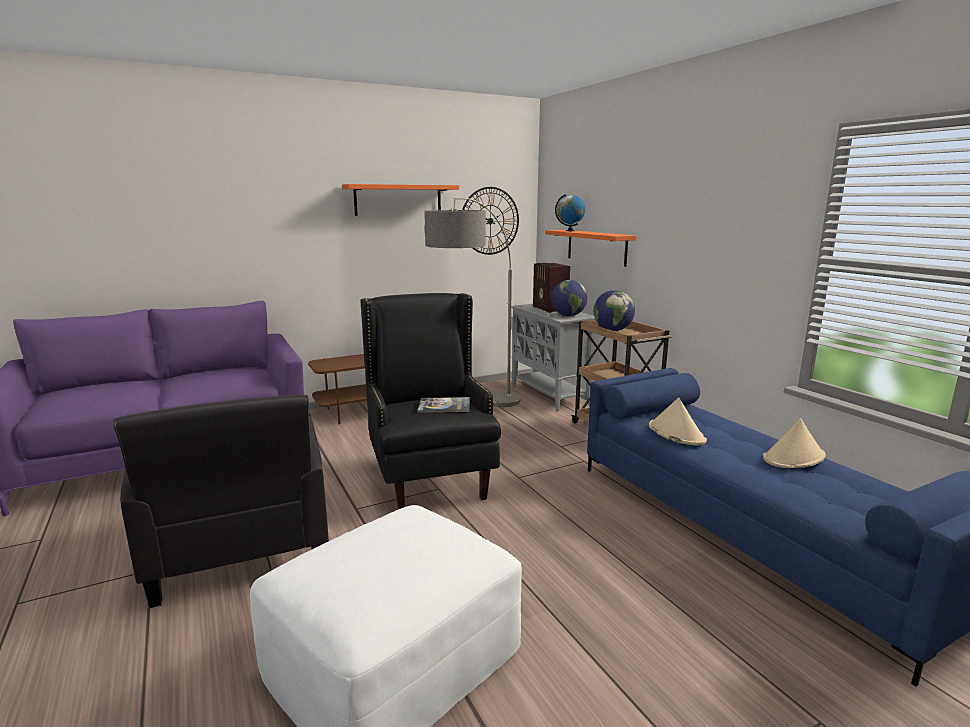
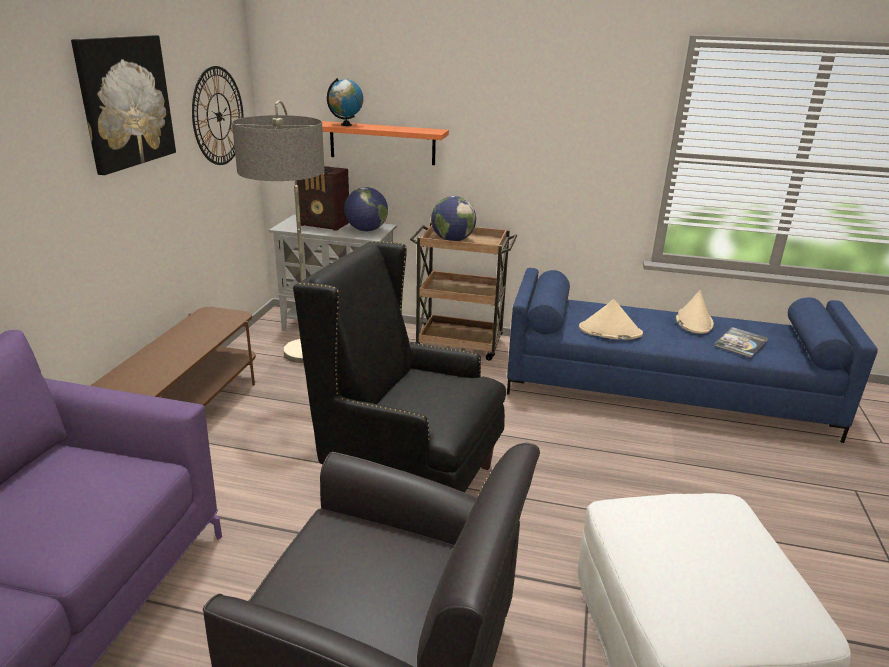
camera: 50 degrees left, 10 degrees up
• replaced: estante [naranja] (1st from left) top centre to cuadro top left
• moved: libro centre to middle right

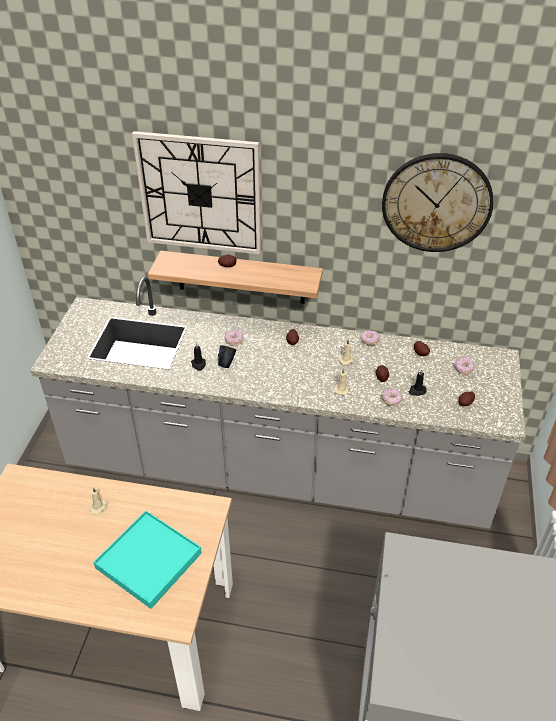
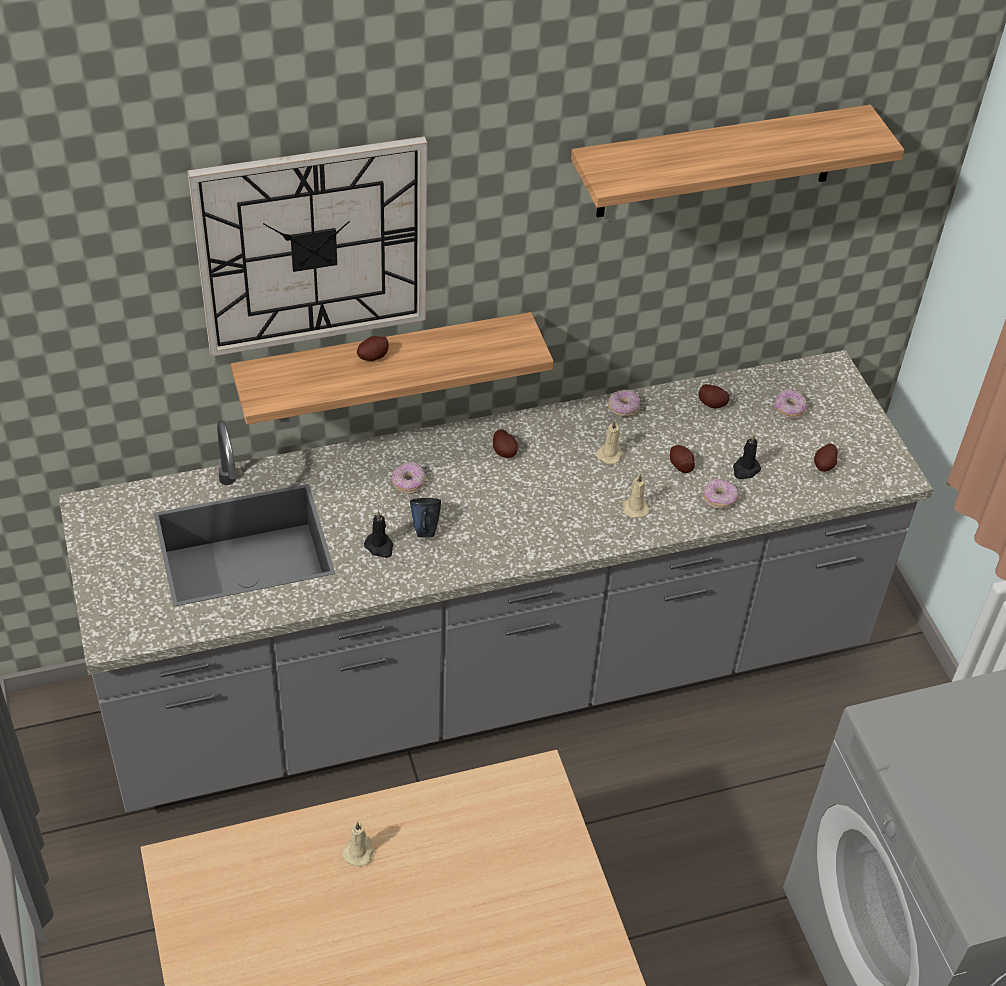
camera: 30 degrees left, 5 degrees up
• replaced: reloj de pared (2nd from left) top right to estante (2nd from left) top right
• removed: bandeja [turquesa] bottom left

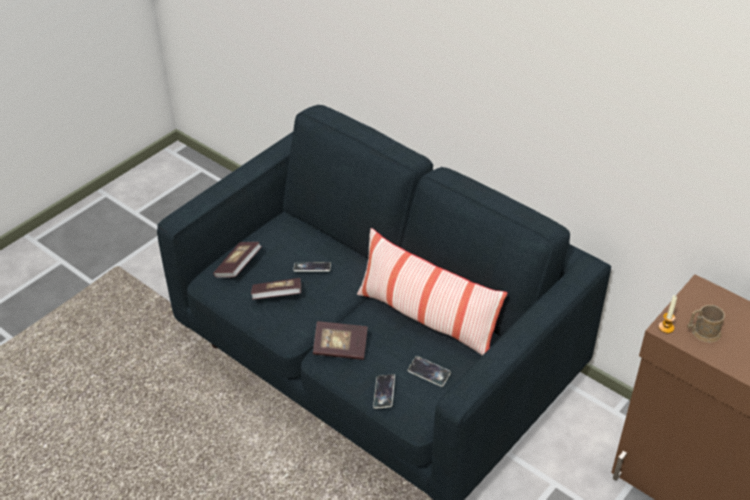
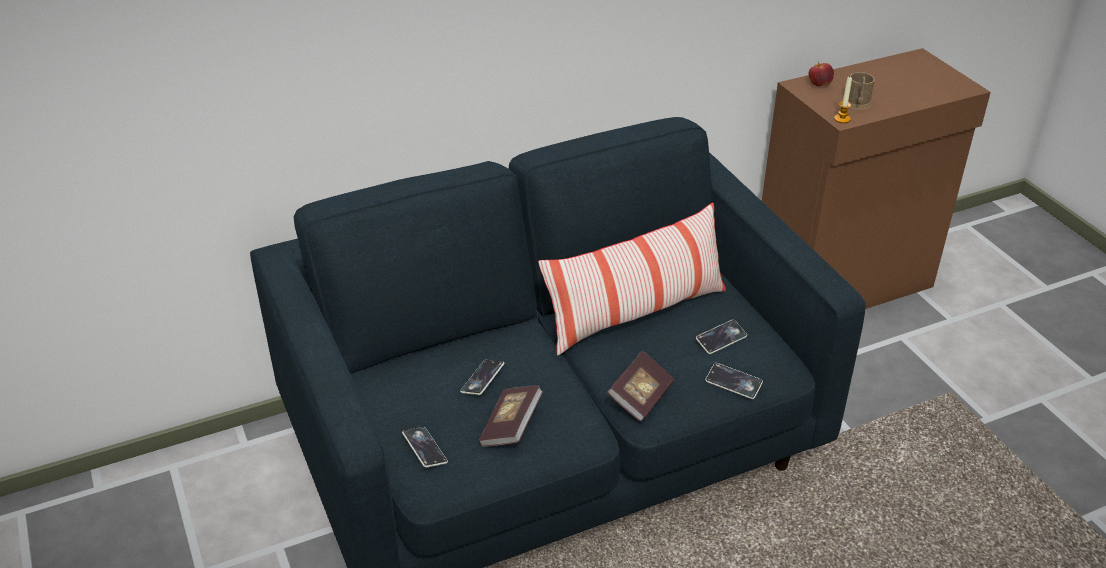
camera: 65 degrees left, 5 degrees down
• replaced: libro (1st from left) middle left to móvil (1st from left) bottom centre
• added: manzana top right

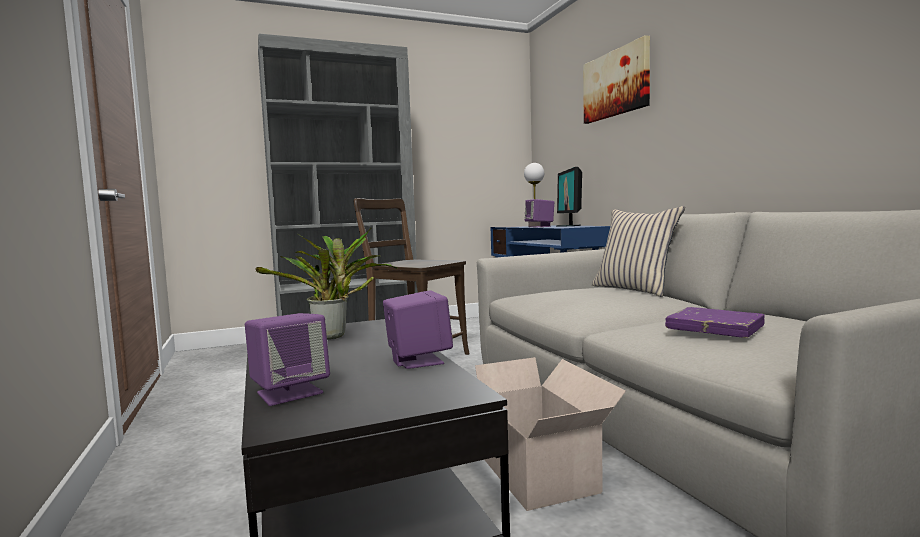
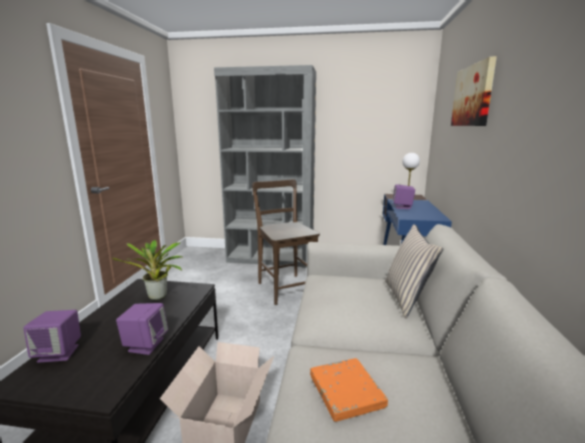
camera: 30 degrees right, 10 degrees up
• removed: monitor centre
• recoloured: libro [morado] middle right to libro [naranja] bottom centre

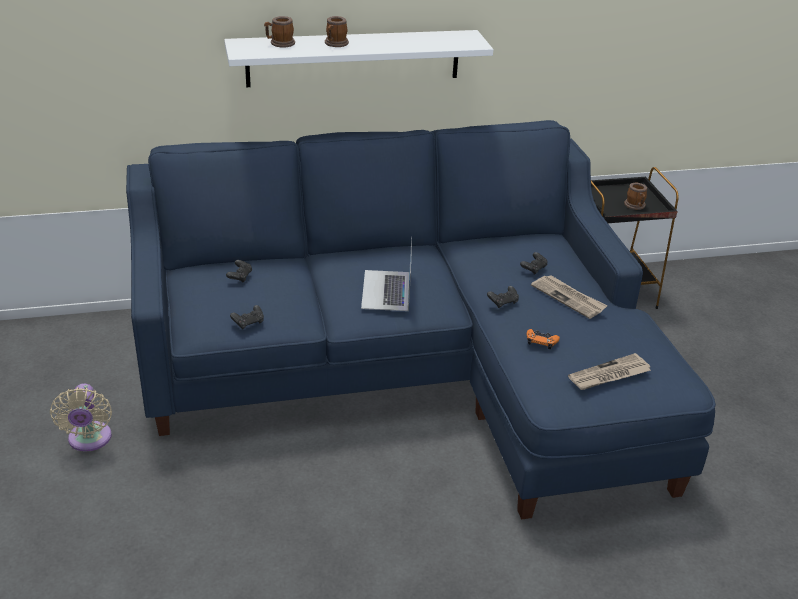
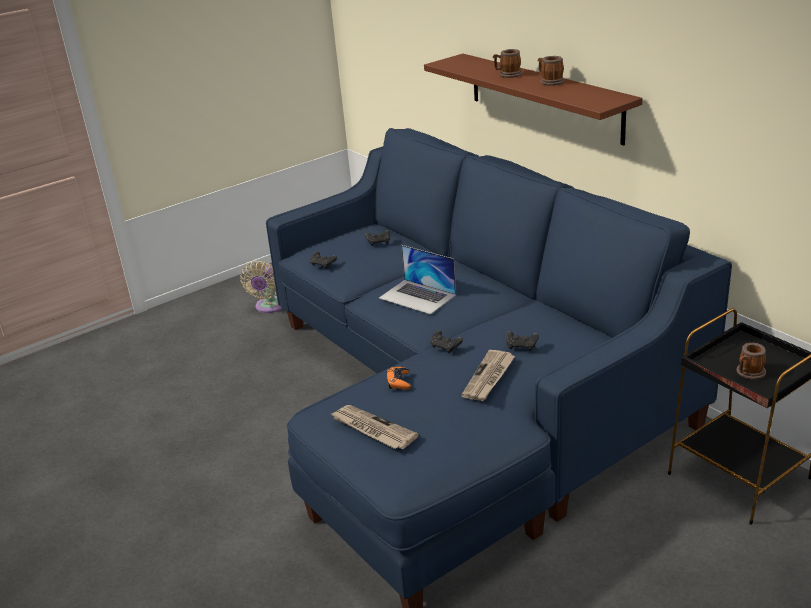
camera: 70 degrees right, 5 degrees down
• moved: taza grande (1st from left in the first image) top centre to taza grande (2nd from left) top right
• recoloured: estante [blanco] top centre to estante [marrón] top centre
• turned: portátil centre = centre 120 degrees counterclockwise
• turned: ventilador [beis] bottom left = middle left 45 degrees counterclockwise

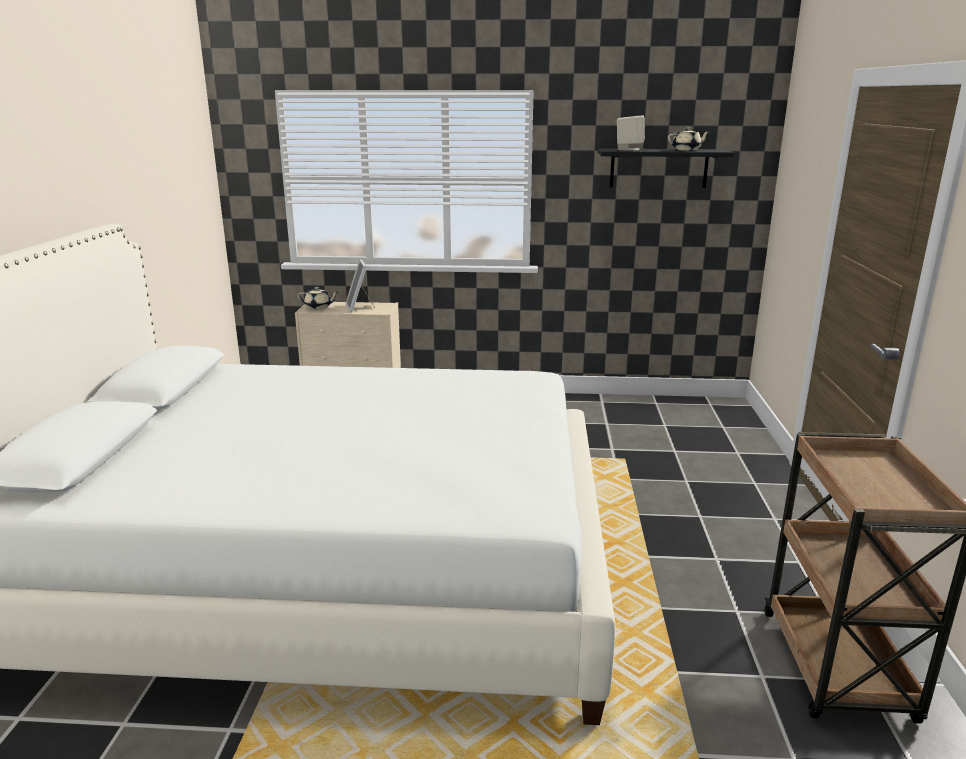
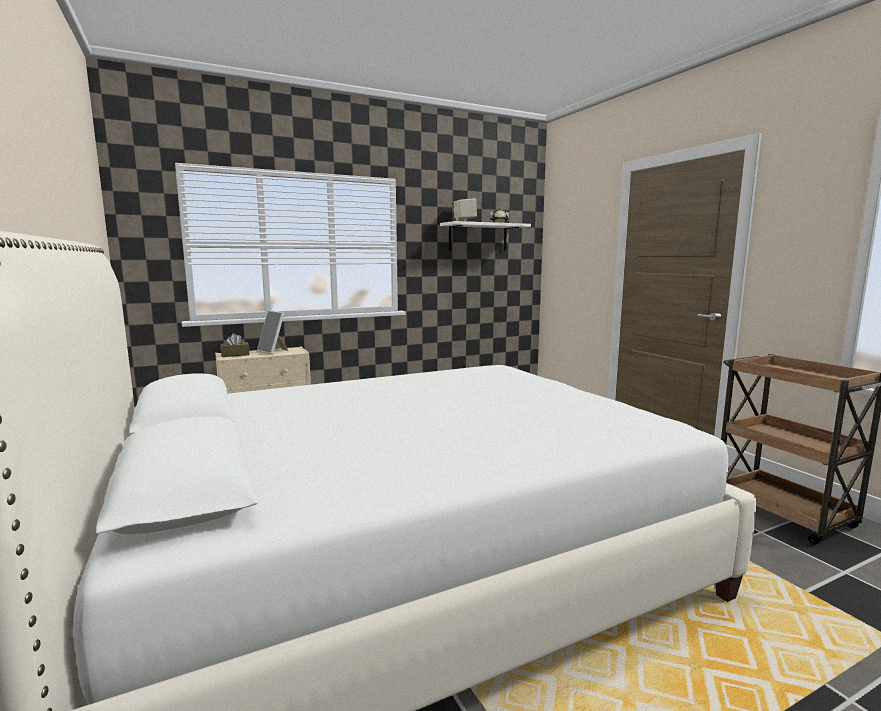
camera: 30 degrees left, 10 degrees down
• recoloured: estante [negro] top right to estante [blanco] top centre
• replaced: tetera [beis] (1st from left) middle left to caja de pañuelos [marrón] middle left

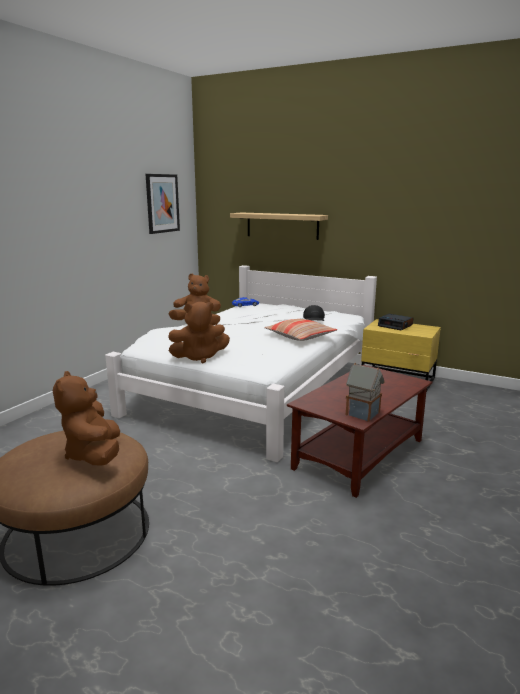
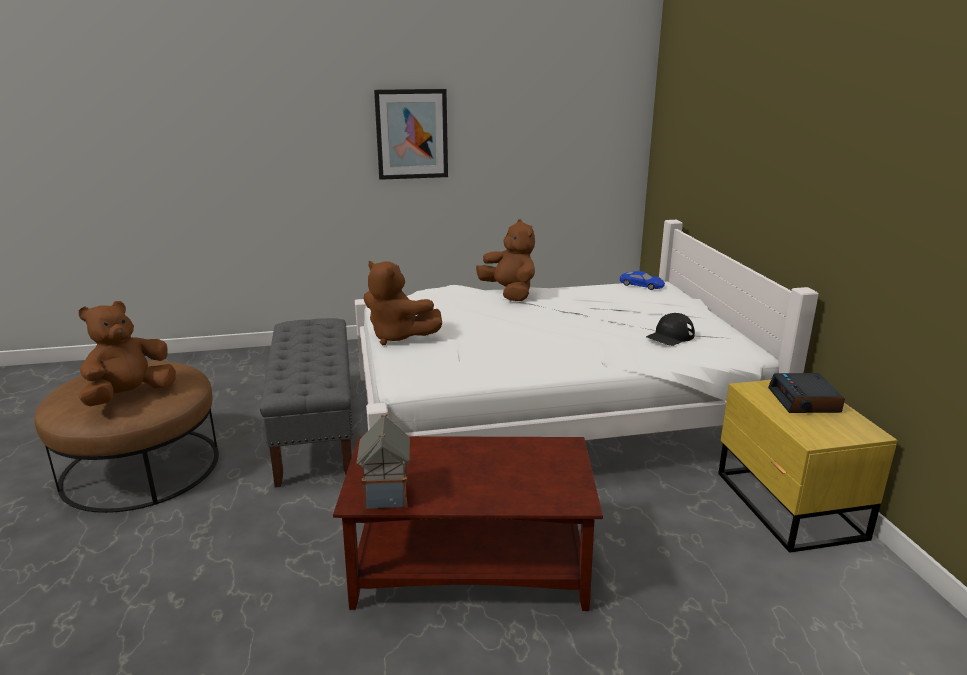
camera: 50 degrees right, 5 degrees up
• moved: cuadro top left to top centre
• removed: estante top centre
• removed: cojín centre
• added: banco [gris] middle left

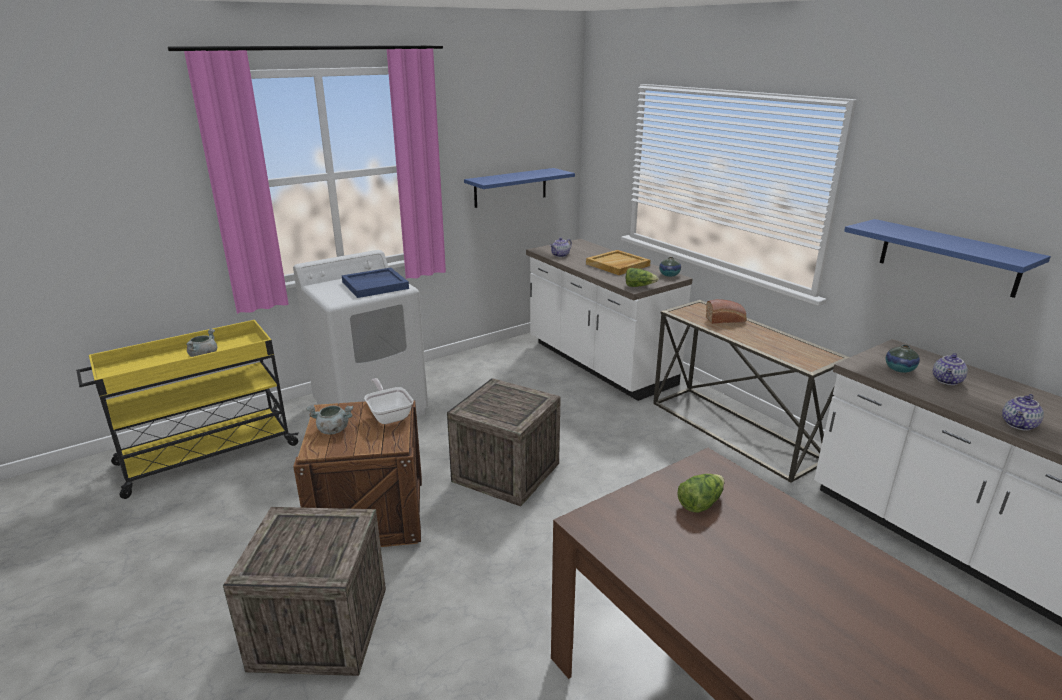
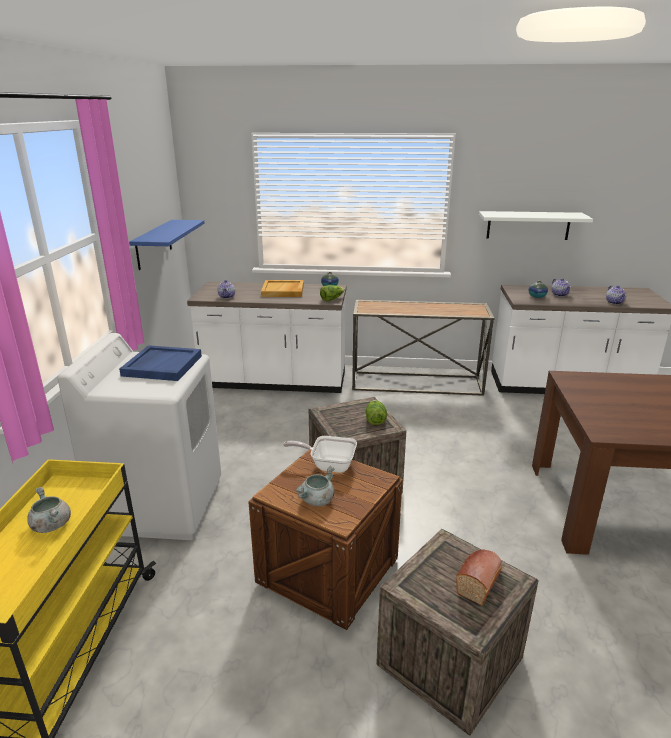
camera: 50 degrees left, 0 degrees up
• recoloured: estante [azul] (2nd from left) middle right to estante [blanco] top right
• moved: pan middle right to bottom right
• moved: lechuga (2nd from left) bottom centre to centre

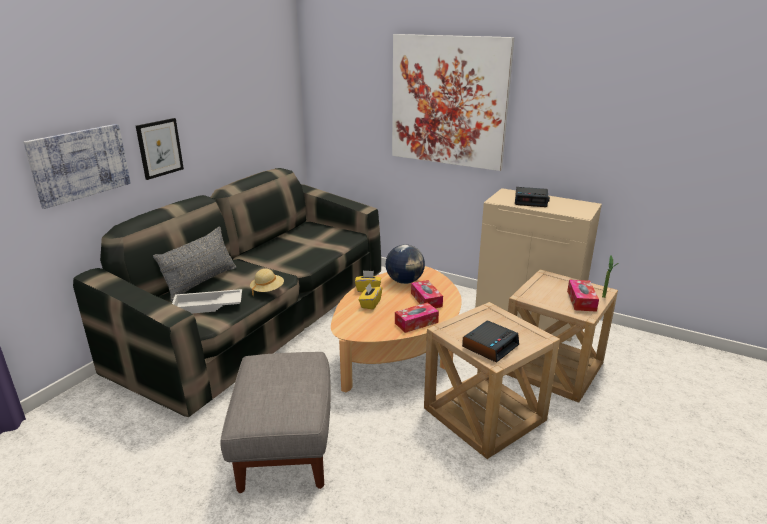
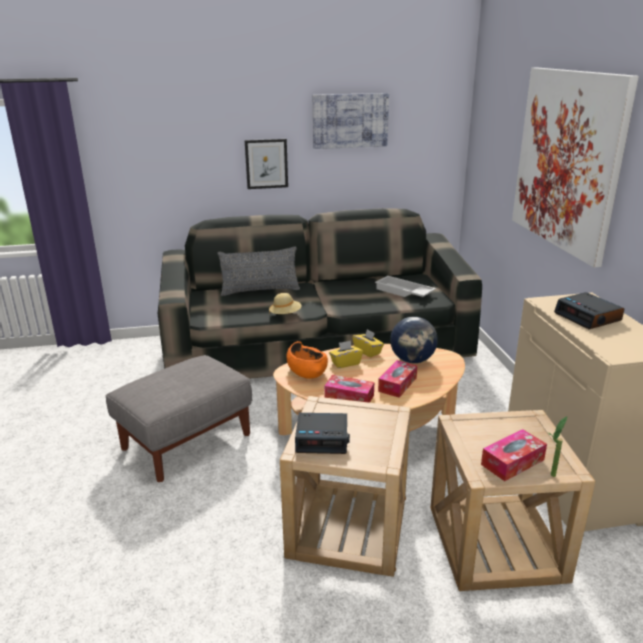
camera: 50 degrees right, 0 degrees up
• moved: cuadro (1st from left in the first image) top left to cuadro (2nd from left) top centre
• moved: bandeja [blanco] middle left to centre
• added: cuenco [naranja] centre

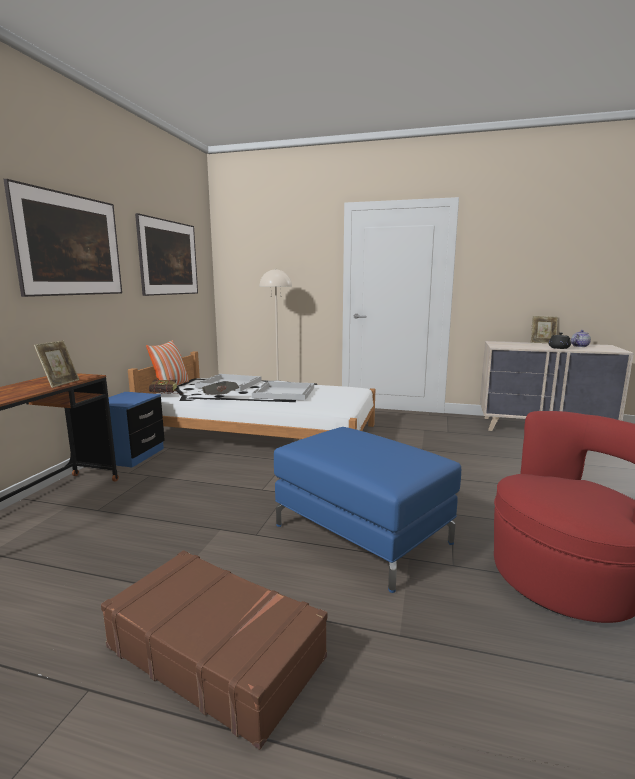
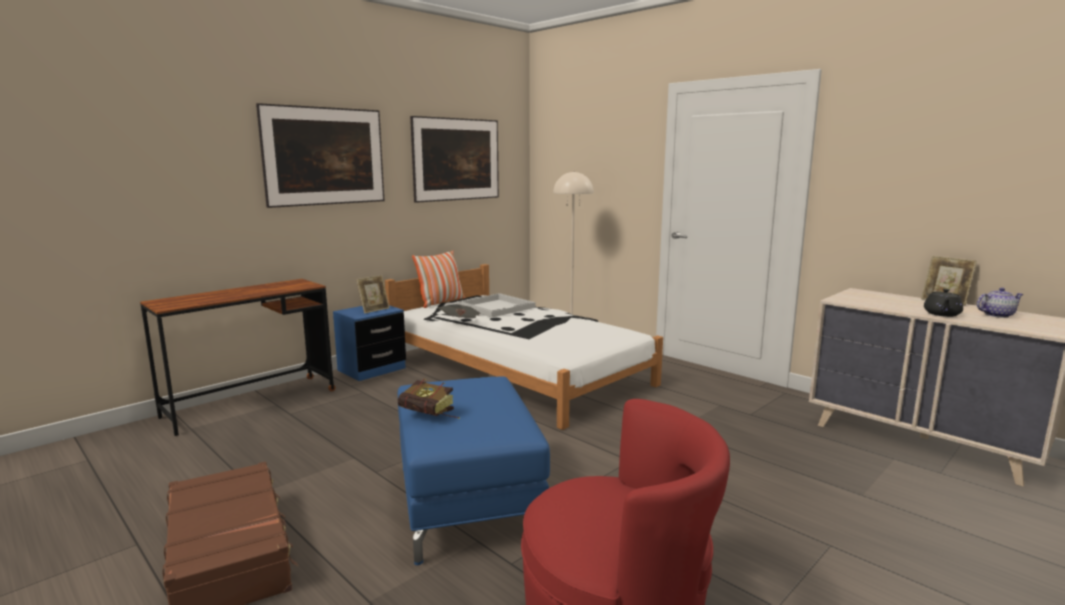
camera: 30 degrees right, 0 degrees up
• moved: portarretratos (1st from left) middle left to centre
• moved: libro middle left to centre
• removed: bandeja [blanco] (2nd from left) centre

